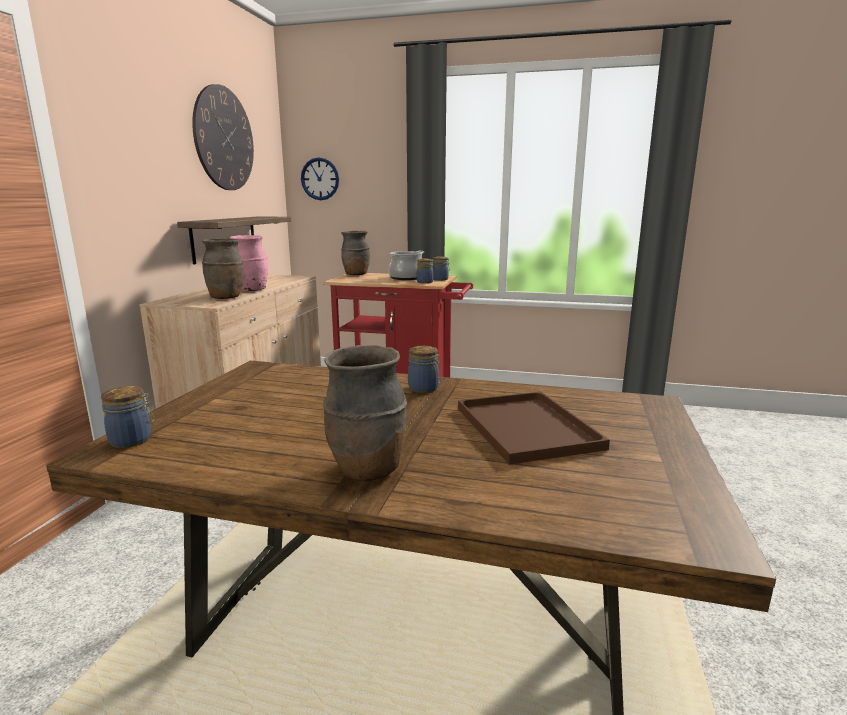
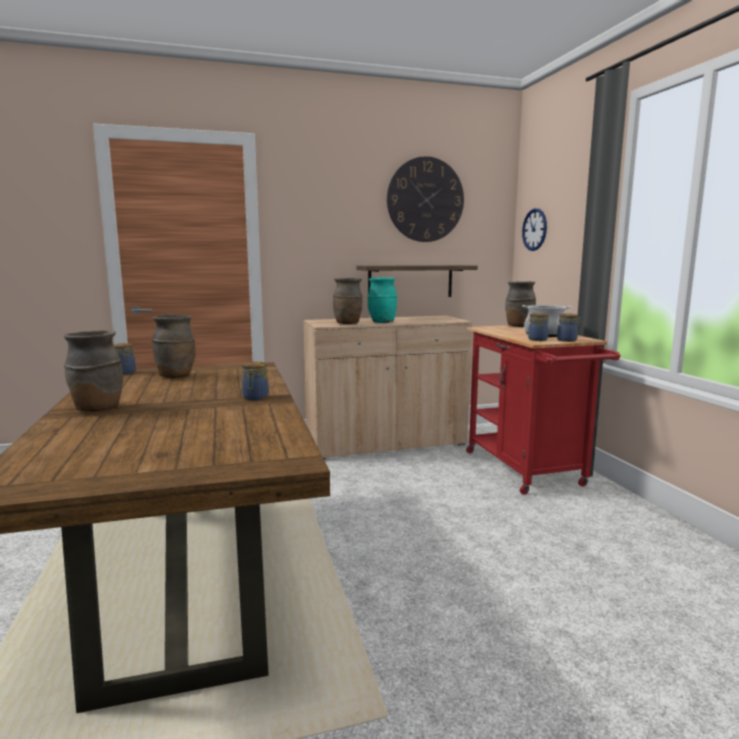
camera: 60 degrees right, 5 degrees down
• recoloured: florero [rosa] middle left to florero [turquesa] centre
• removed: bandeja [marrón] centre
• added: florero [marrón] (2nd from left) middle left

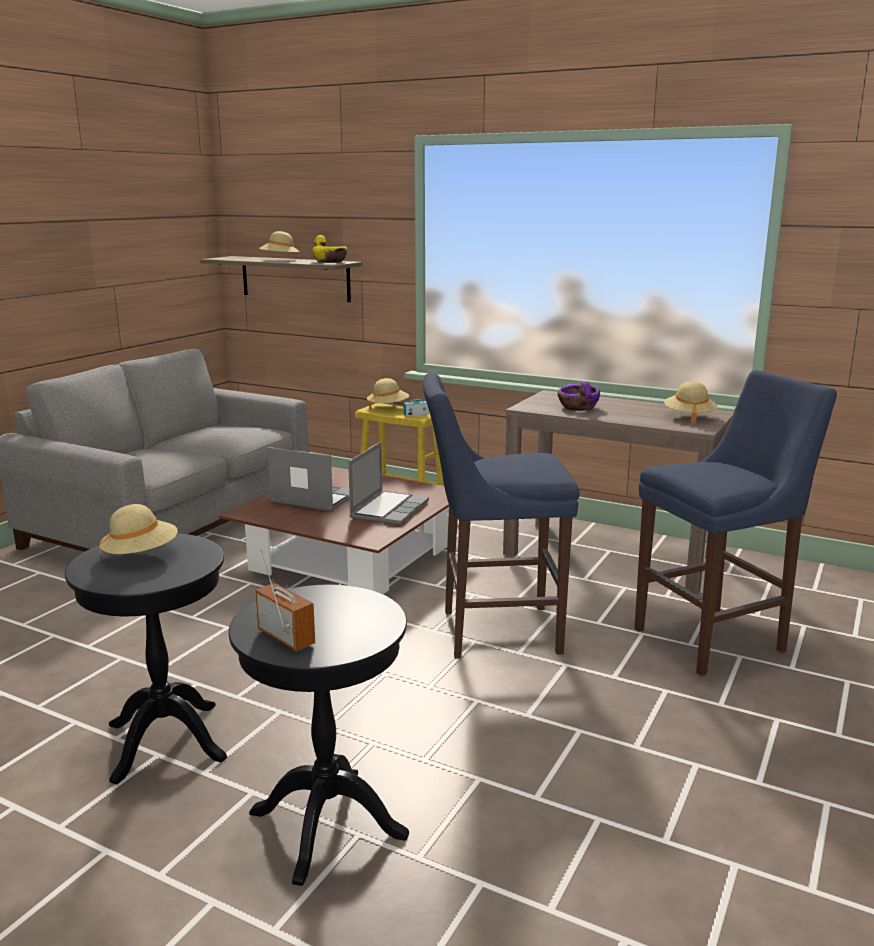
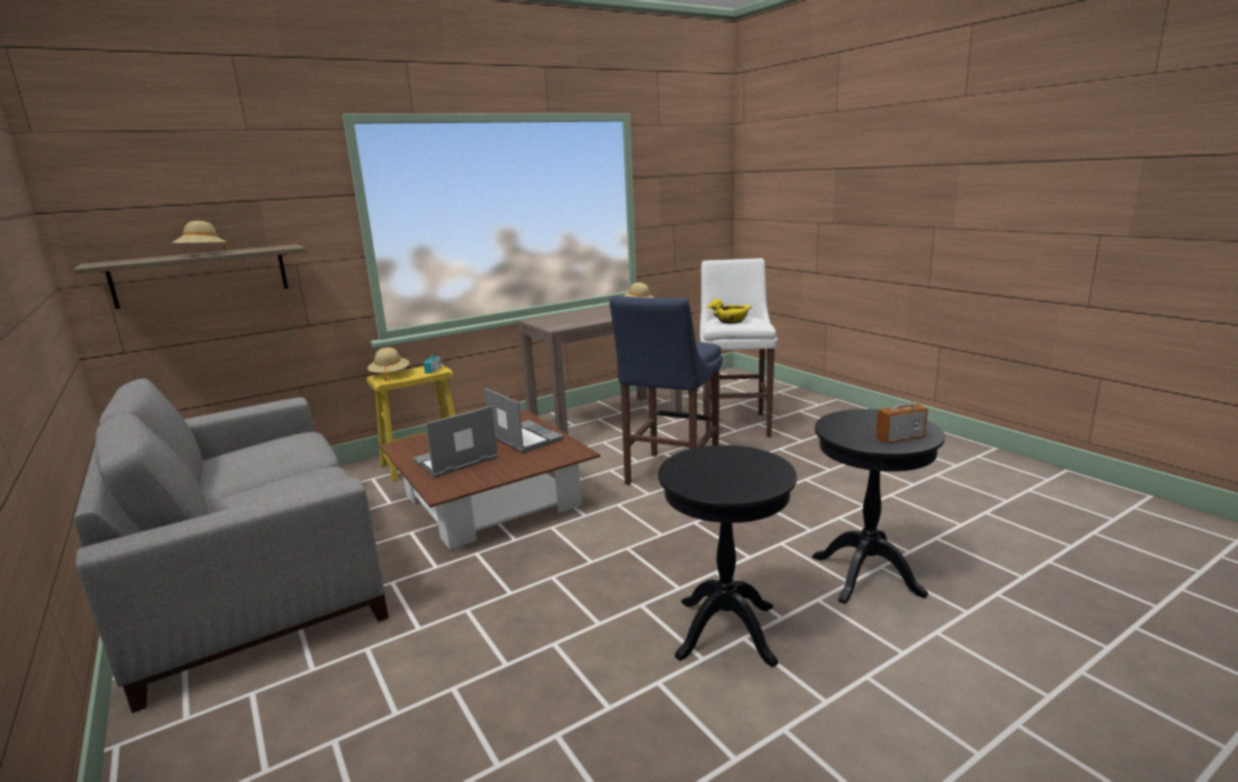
camera: 60 degrees left, 0 degrees up
• moved: cuenco [amarillo] top centre to centre
• recoloured: taburete [azul] (2nd from left) middle right to taburete [blanco] centre
• removed: cuenco [morado] centre
• removed: sombrero [beis] (1st from left) middle left

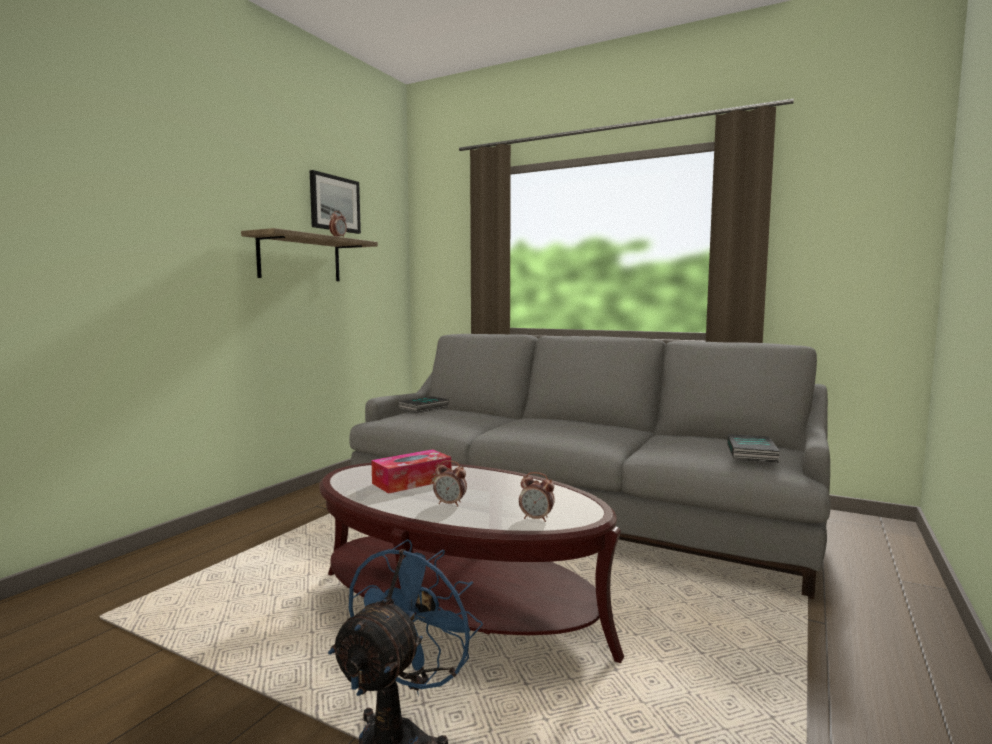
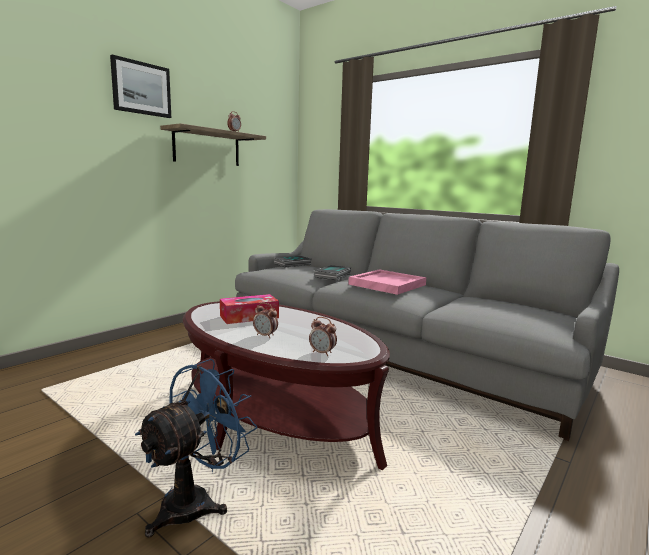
camera: 10 degrees right, 5 degrees up
• moved: cuadro top centre to top left
• moved: libro (2nd from left) middle right to centre
• added: bandeja [rosa] centre

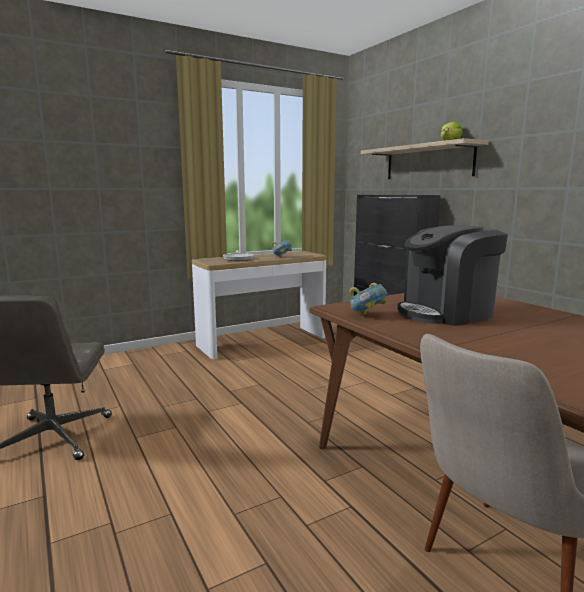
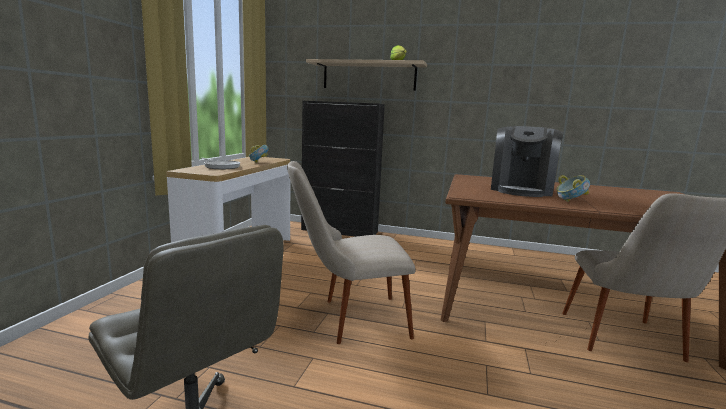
camera: 45 degrees left, 0 degrees up
• moved: cuenco (2nd from left) centre to middle right
• added: silla [beis] (1st from left) centre

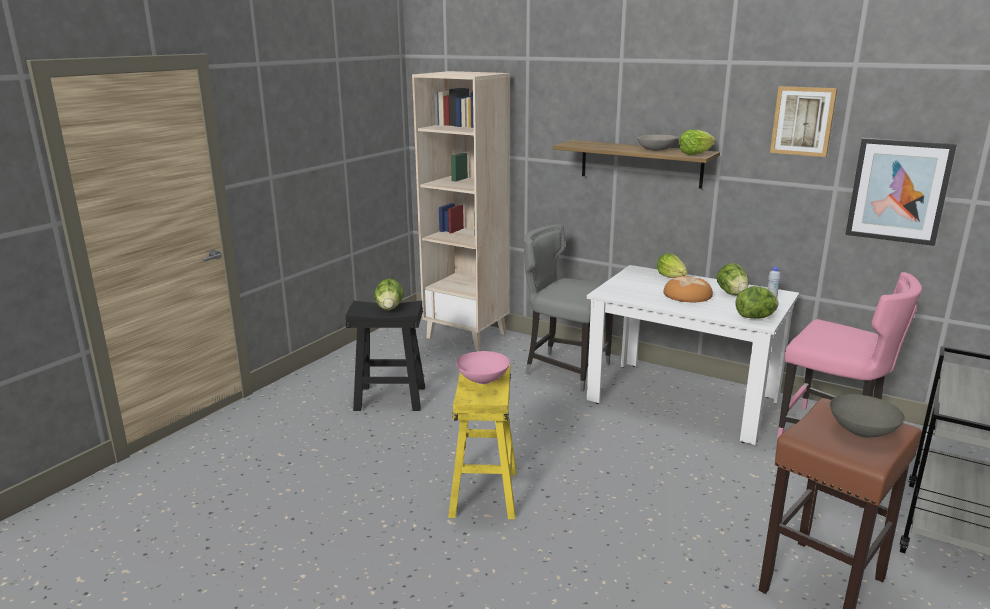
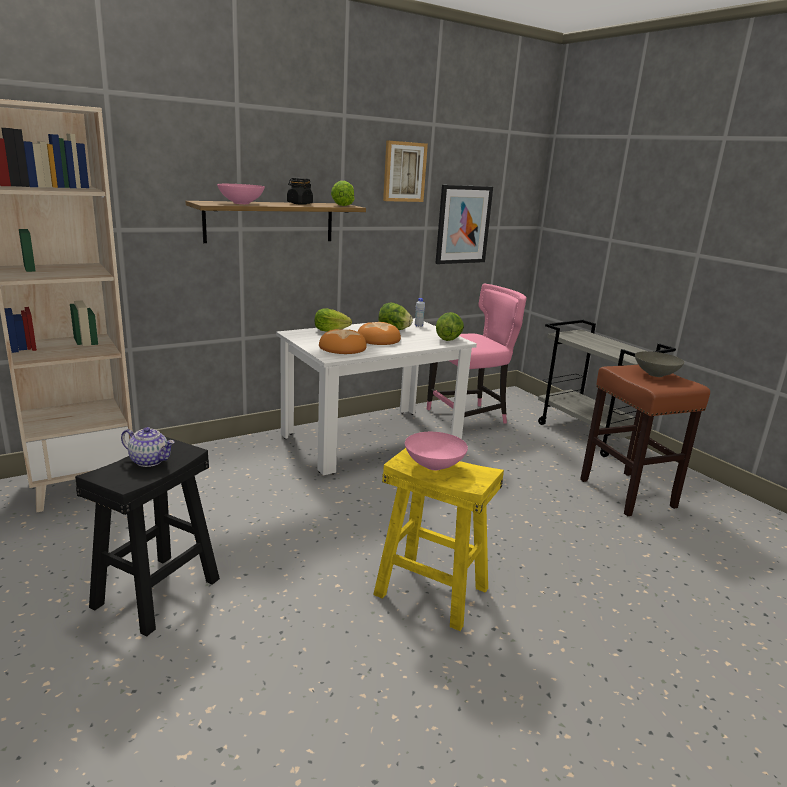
camera: 65 degrees left, 0 degrees up
• replaced: cuenco [gris] (1st from left) top centre to tarro [negro] top centre
• removed: silla [gris] centre
• replaced: lechuga (1st from left) centre to tetera middle left
• added: cuenco [rosa] (1st from left) top left
• added: pan (1st from left) centre

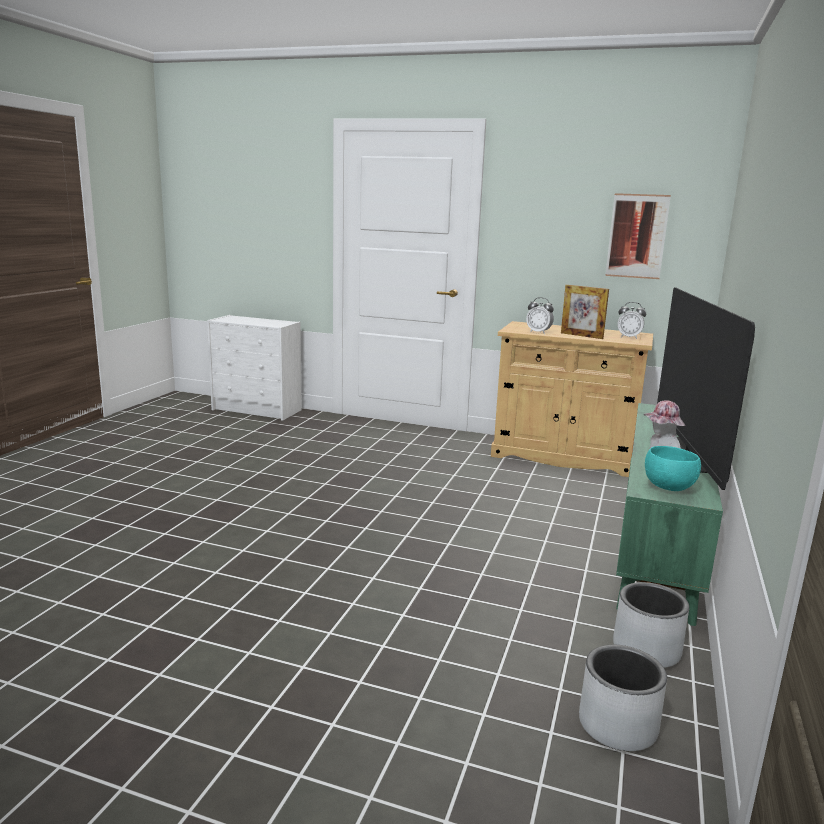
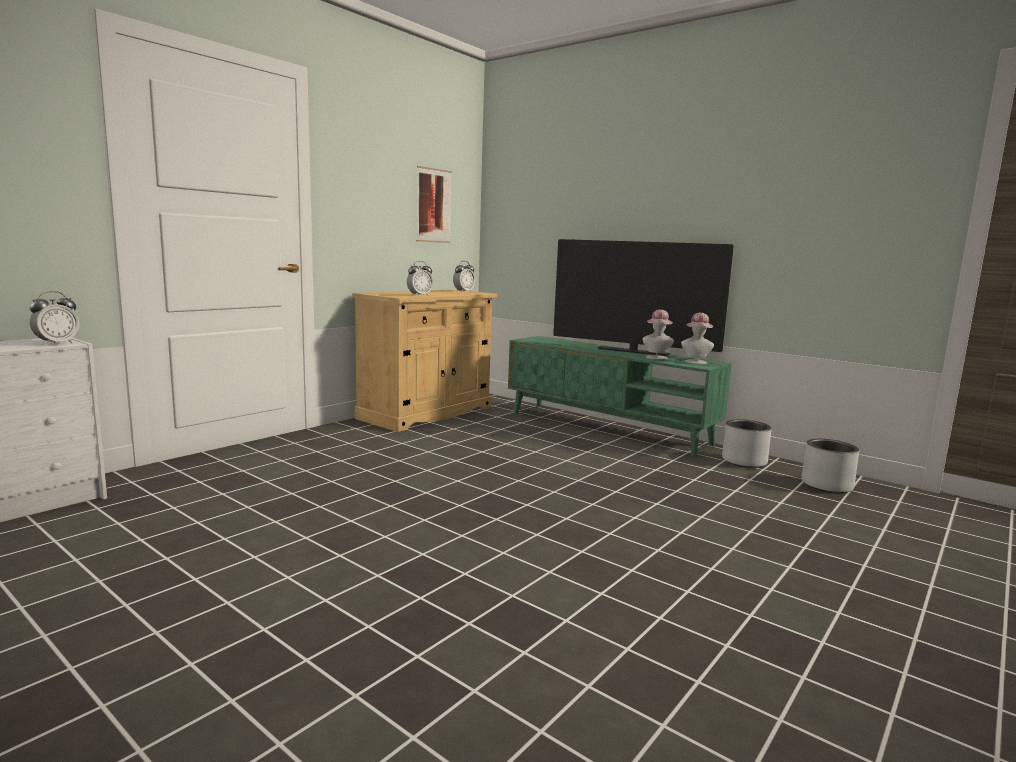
camera: 70 degrees left, 5 degrees down
• removed: portarretratos middle right
• replaced: cuenco [turquesa] middle right to sombrero (2nd from left) middle right
• added: despertador (1st from left) middle left

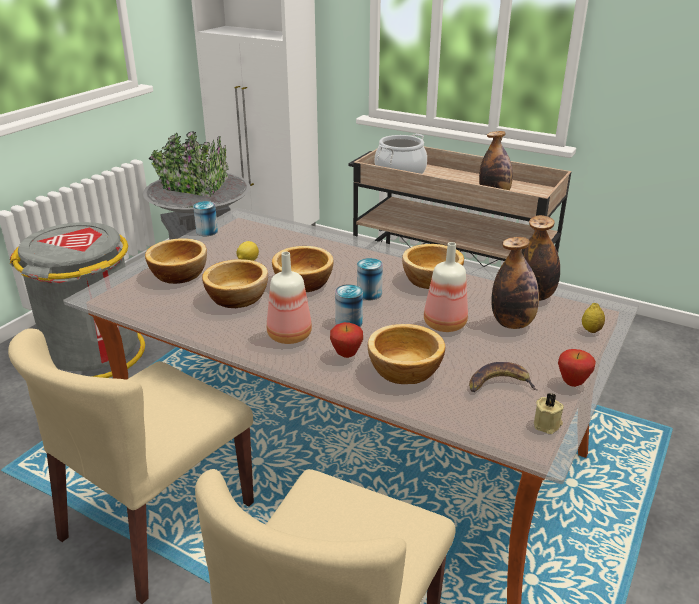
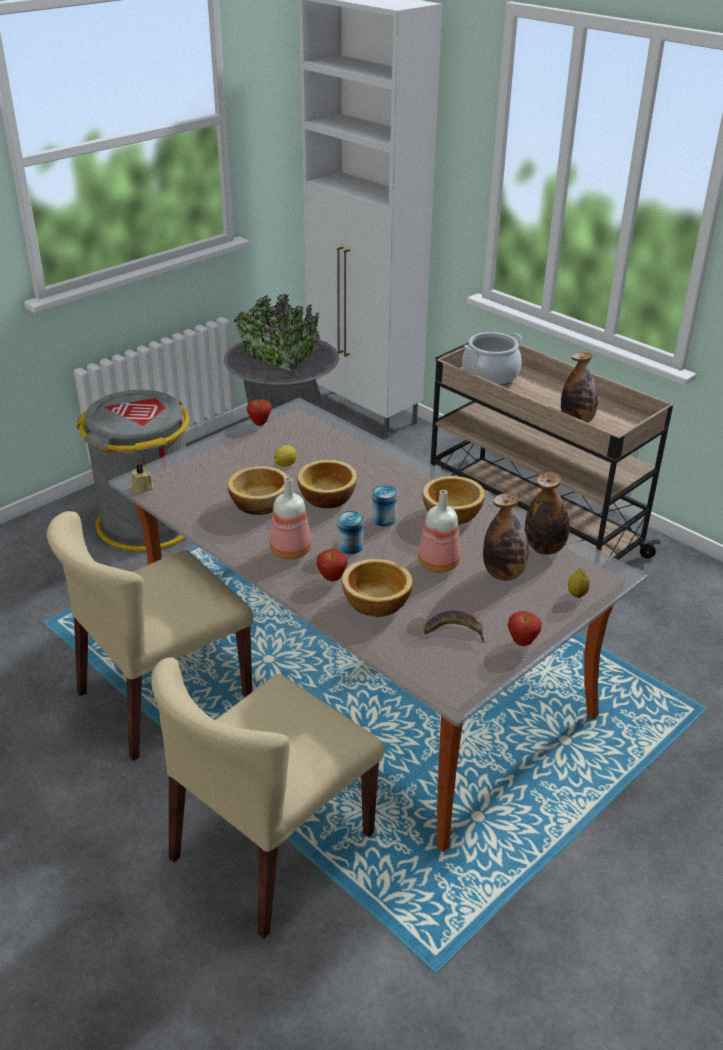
camera: 15 degrees right, 5 degrees up
• replaced: lata (1st from left) middle left to manzana (1st from left) centre
• removed: cuenco (1st from left) middle left
• moved: vela [beis] bottom right to middle left

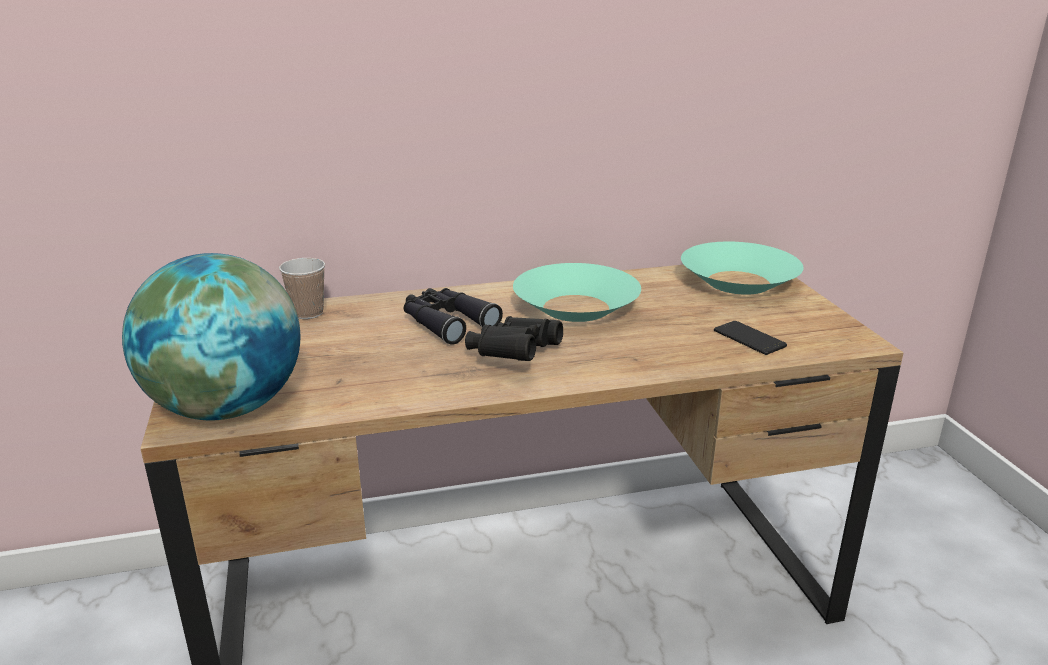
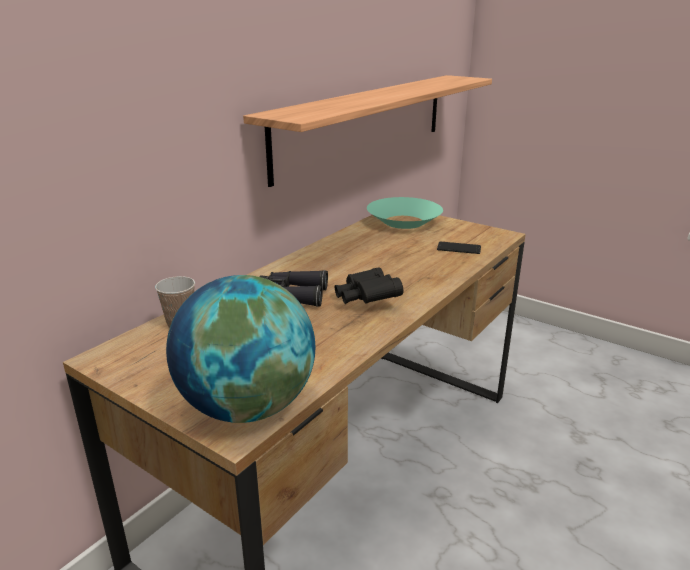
camera: 40 degrees left, 0 degrees up
• removed: cuenco [turquesa] (1st from left) centre
• added: estante top centre

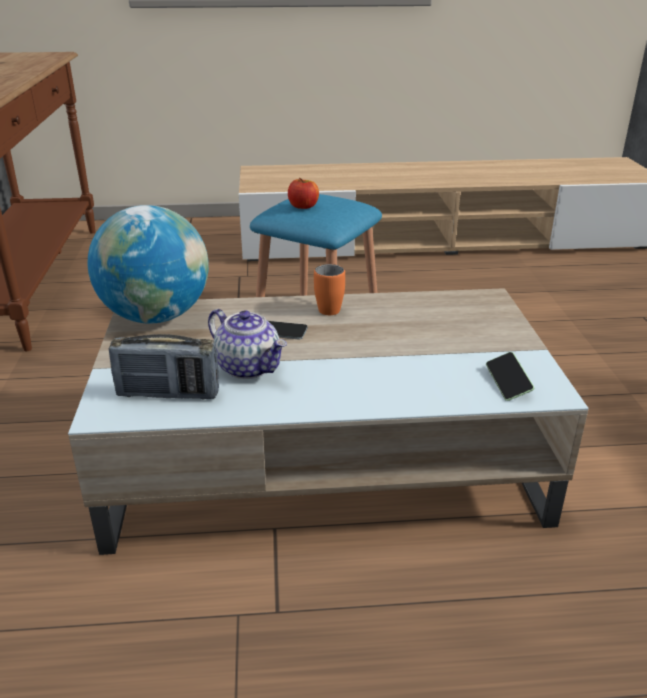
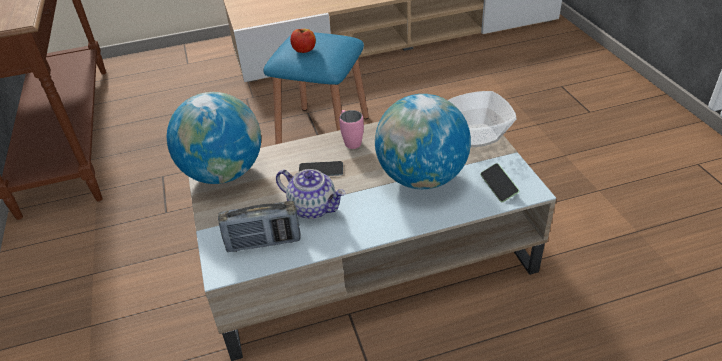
camera: 10 degrees left, 10 degrees up
• recoloured: taza grande [naranja] centre to taza grande [rosa] centre
• added: cuenco top right
• added: globo terráqueo (2nd from left) centre

